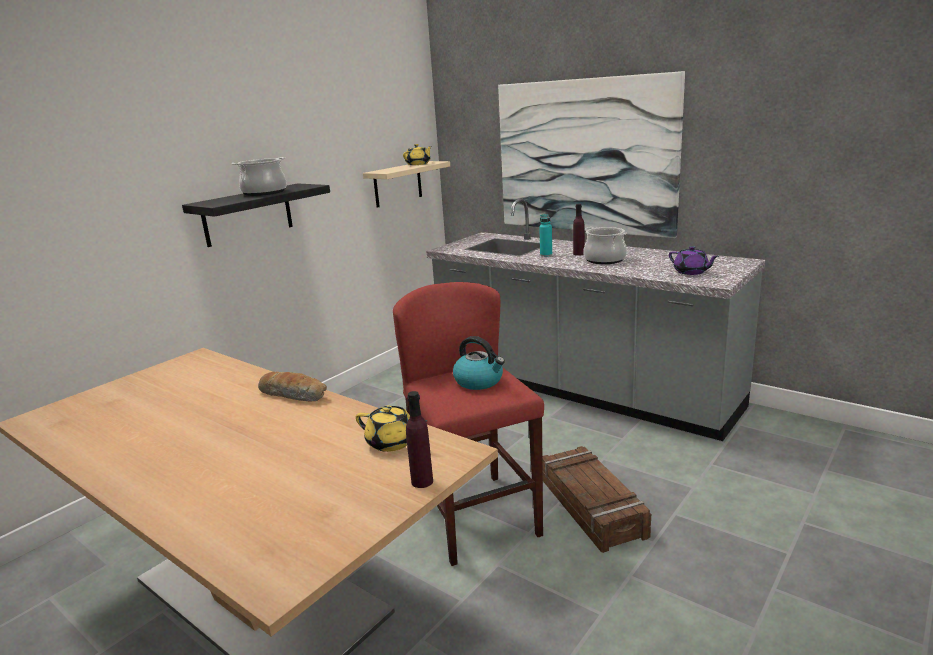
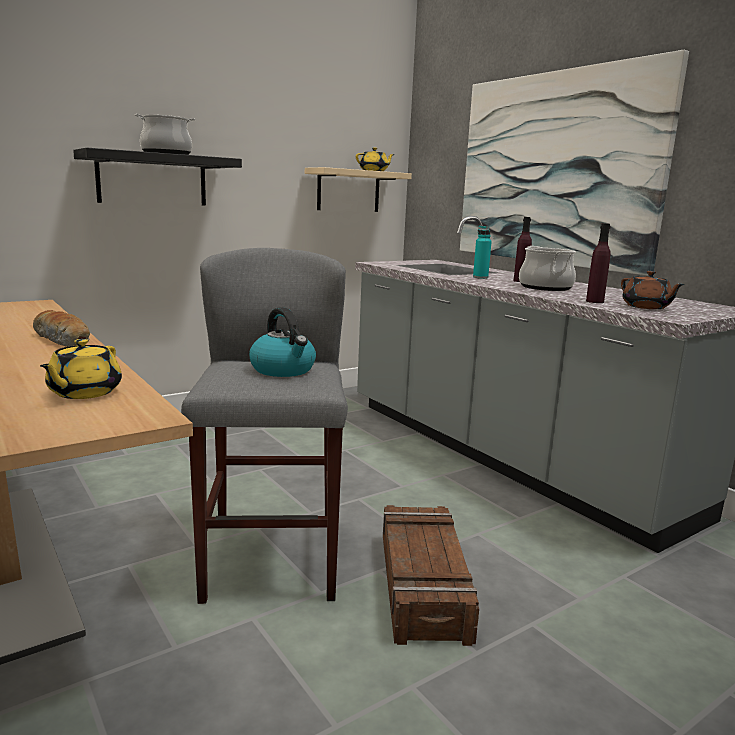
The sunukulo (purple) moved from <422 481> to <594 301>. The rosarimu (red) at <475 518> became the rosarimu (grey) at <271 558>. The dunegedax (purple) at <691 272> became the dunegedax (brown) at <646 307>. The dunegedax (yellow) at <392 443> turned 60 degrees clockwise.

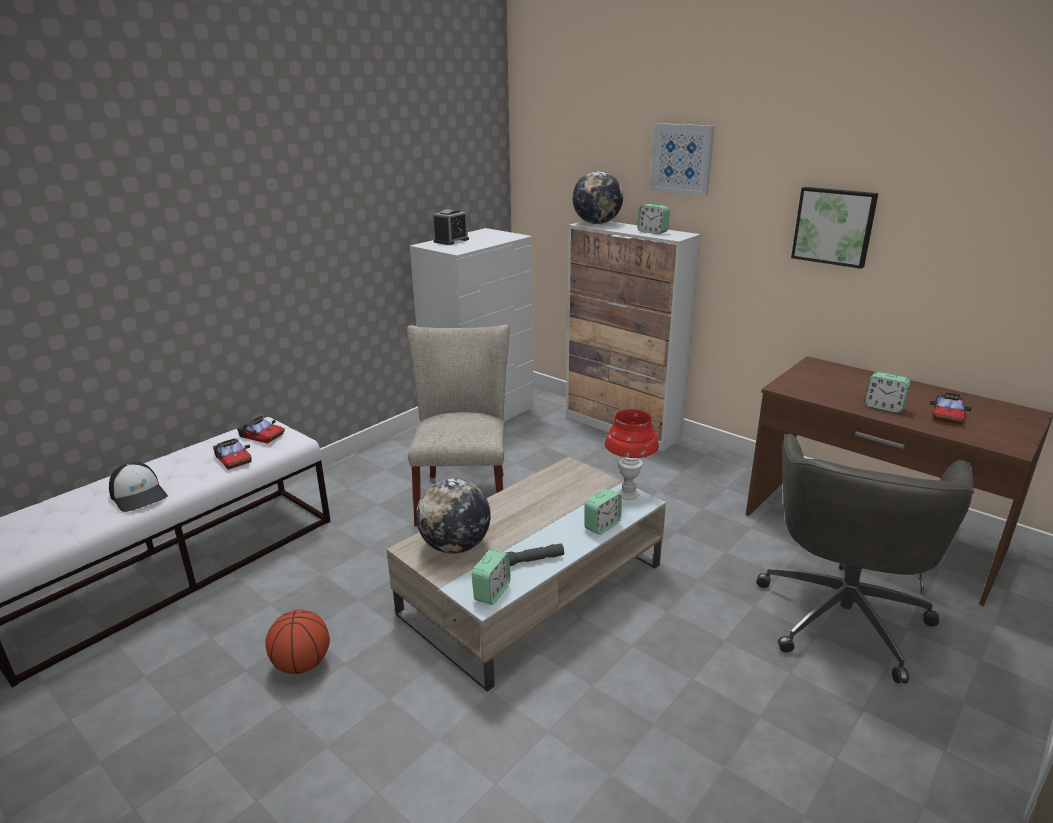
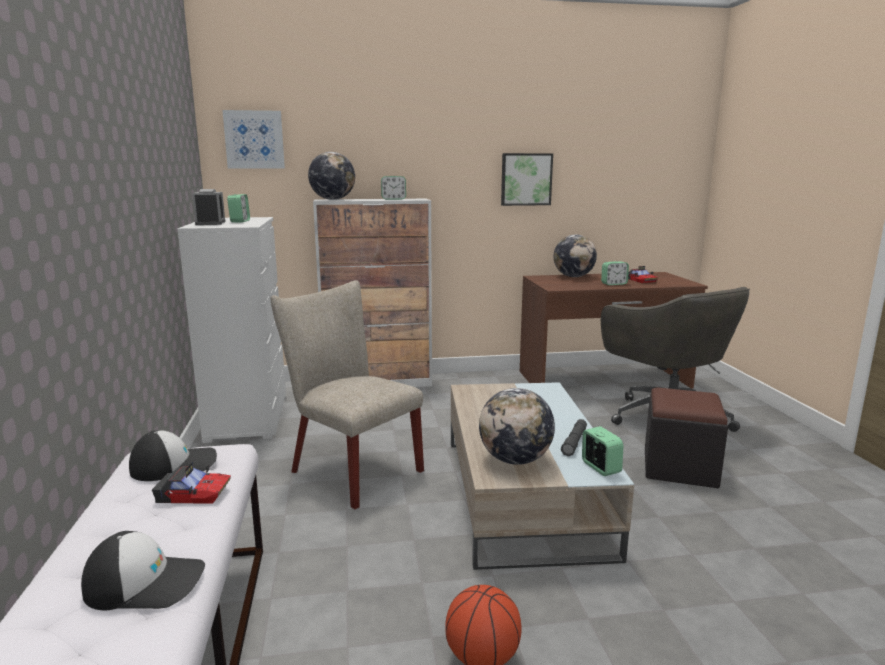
The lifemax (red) at <628 494> disappeared. The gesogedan at <573 277> appeared. The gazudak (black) at <679 467> appeared. The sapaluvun moved from <602 526> to <240 221>. The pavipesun moved from <682 158> to <254 139>. The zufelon at <262 435> was replaced by the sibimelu at <175 464>.

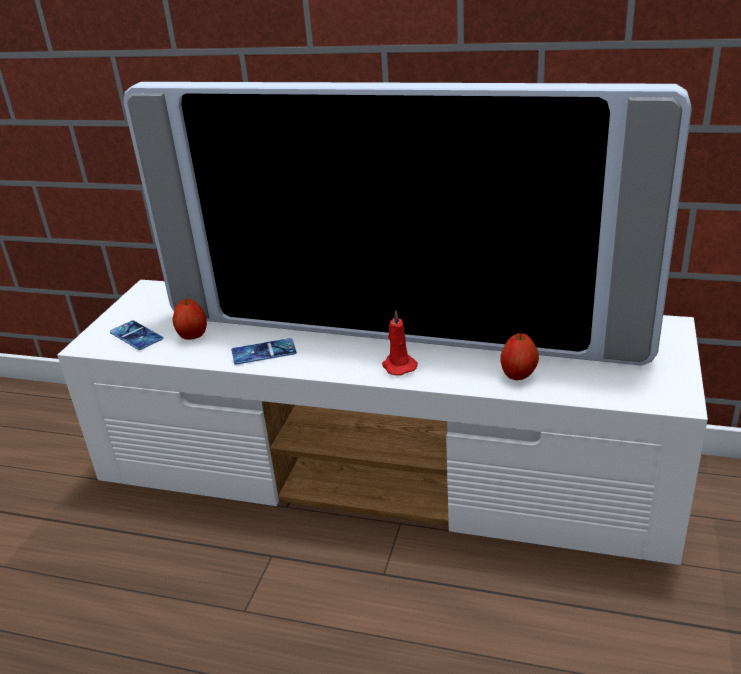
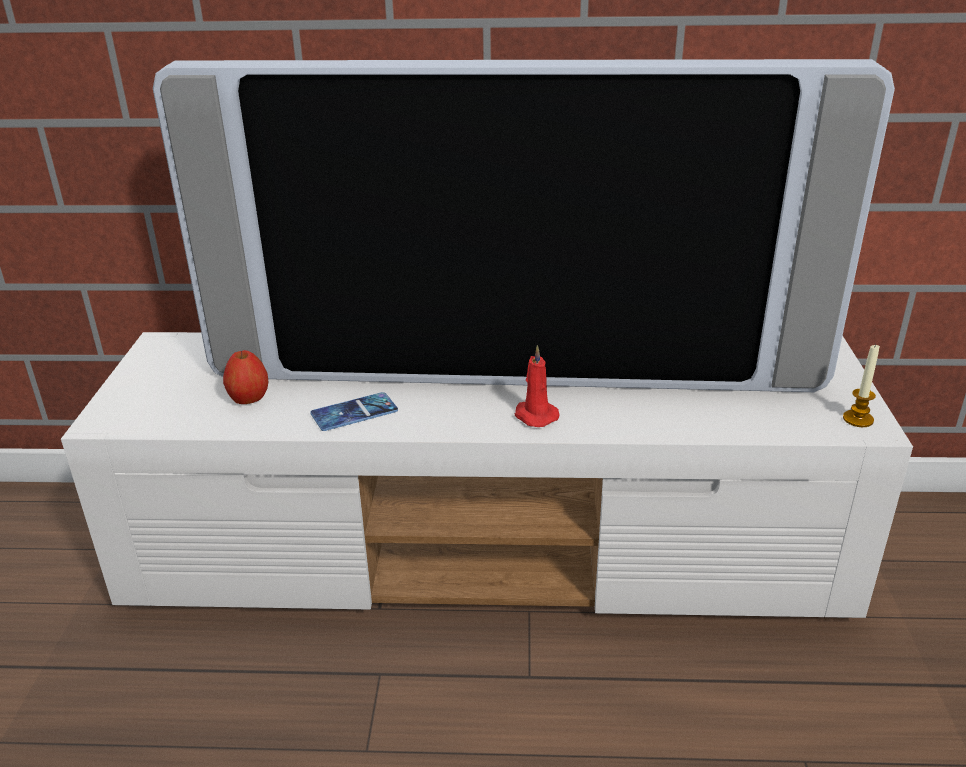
The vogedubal at <136 336> disappeared. The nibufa at <518 375> disappeared. The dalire at <858 419> appeared.

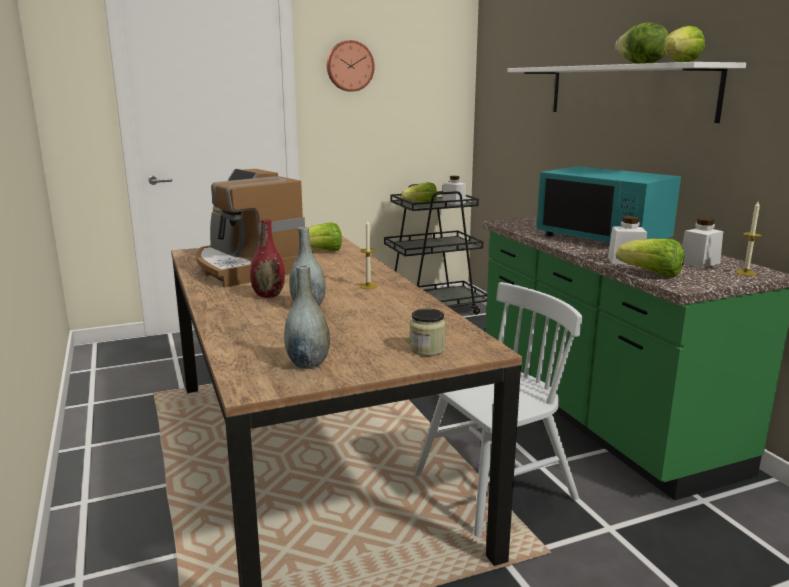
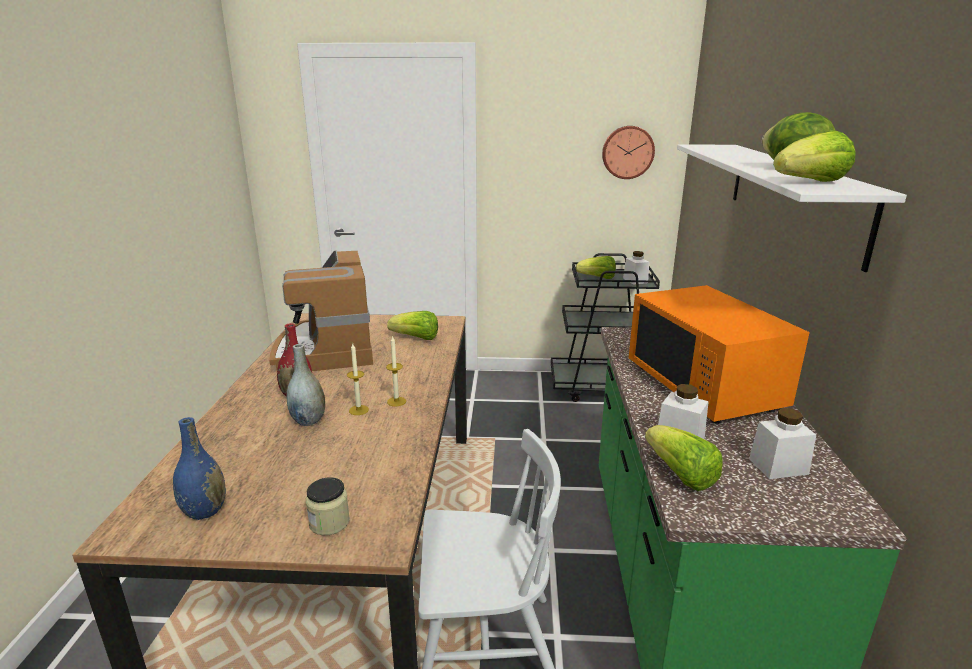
The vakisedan moved from <349 66> to <627 152>. The dalire moved from <746 273> to <358 410>. The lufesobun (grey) at <308 364> became the lufesobun (blue) at <205 511>. The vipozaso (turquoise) at <603 238> became the vipozaso (orange) at <704 387>.

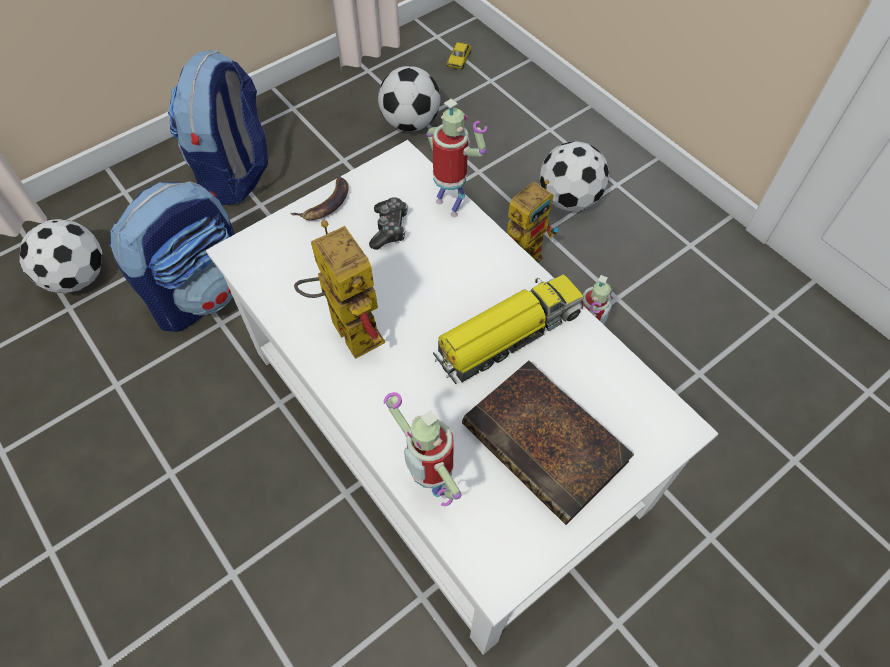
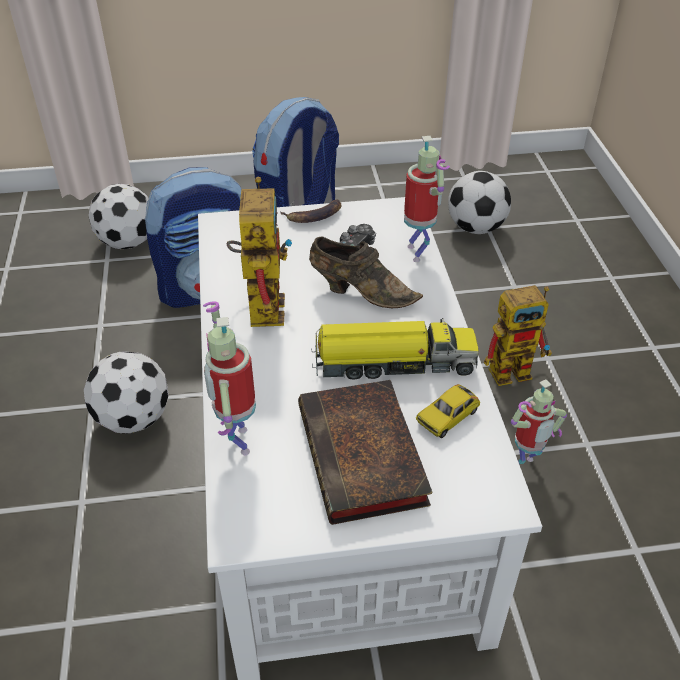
The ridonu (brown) at <360 292> appeared. The zufelon moved from <458 60> to <447 416>. The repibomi moved from <570 199> to <134 418>.

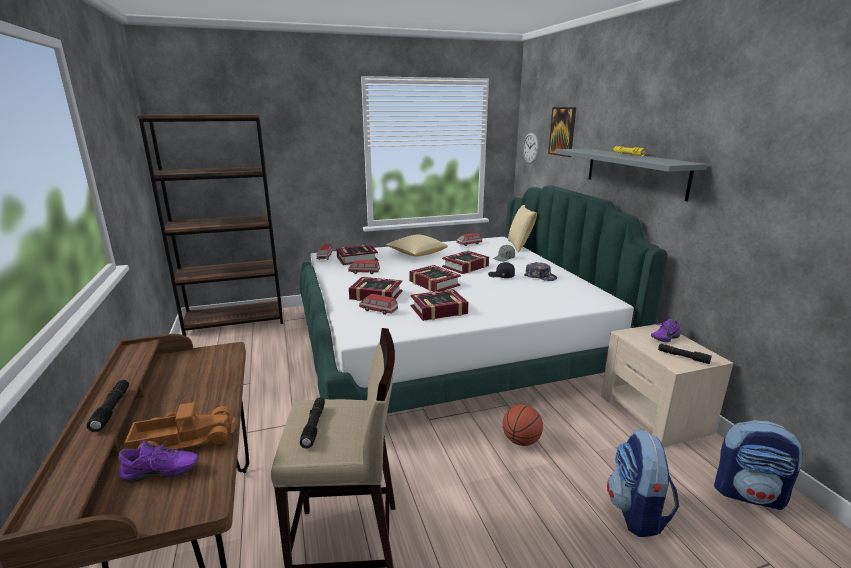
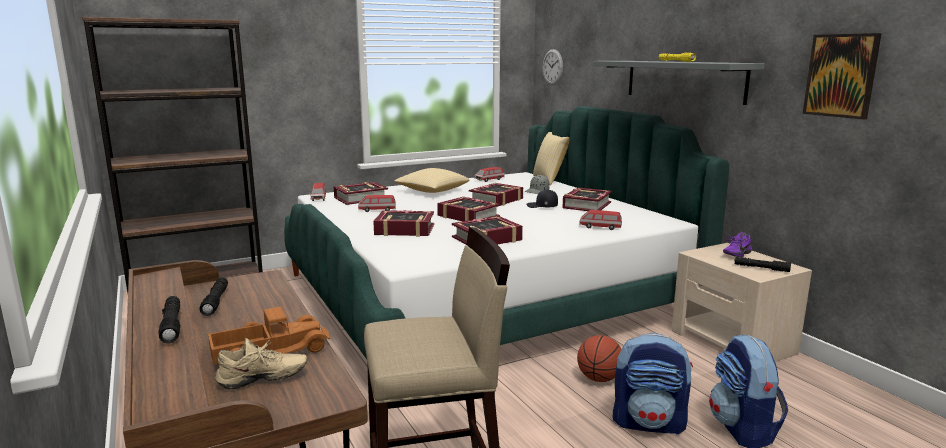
The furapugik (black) moved from <314 426> to <216 301>. The zufelon moved from <378 310> to <600 227>. The pavipesun moved from <562 131> to <841 75>. The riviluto moved from <749 494> to <649 423>. The sibimelu at <540 277> was replaced by the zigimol at <586 205>. The ridonu (purple) at <160 475> became the ridonu (beige) at <263 381>.

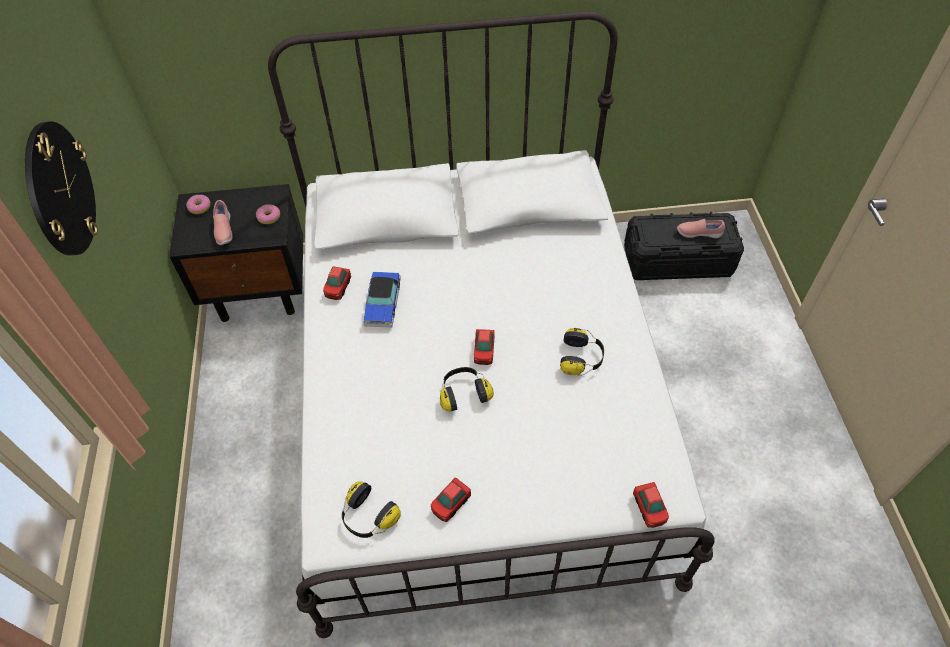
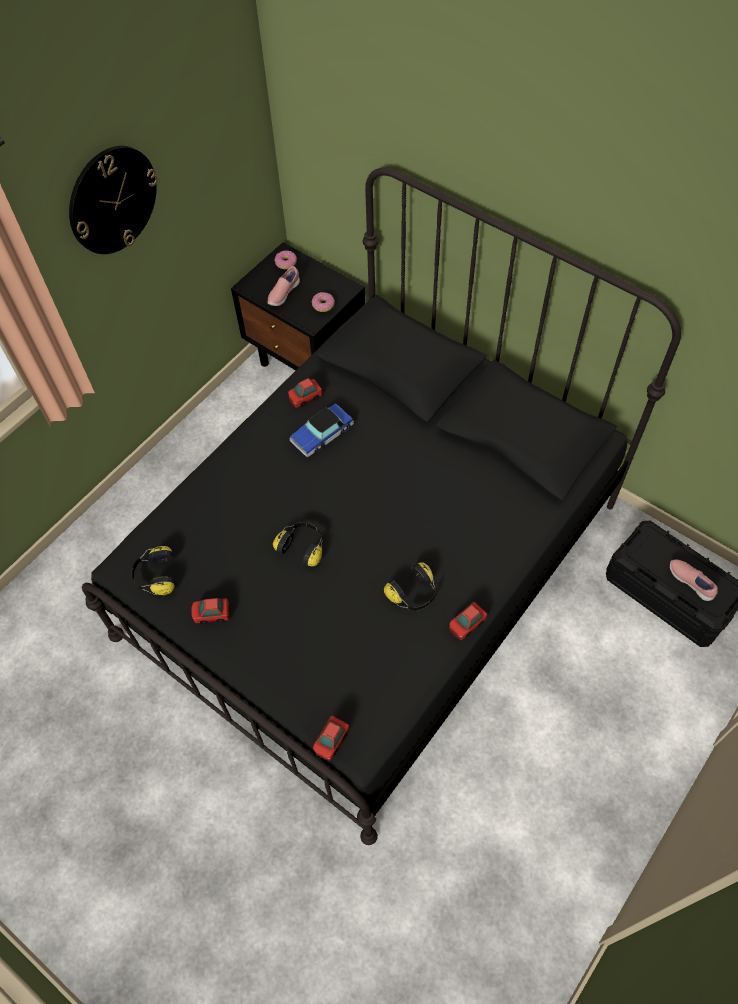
The zufelon moved from <484 351> to <467 624>. The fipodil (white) at <477 399> became the fipodil (black) at <372 568>.

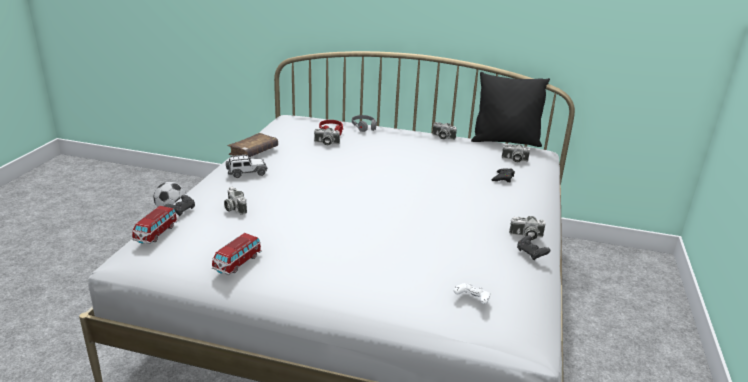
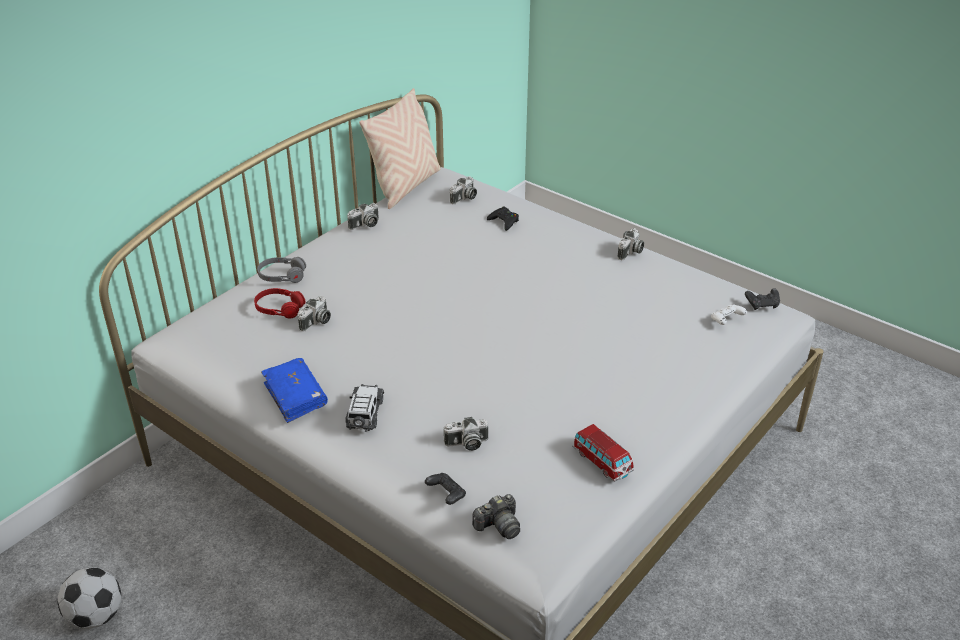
The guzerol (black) moved from <531 254> to <762 305>. The zufelon at <156 233> was replaced by the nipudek at <498 526>. The zigimol (brown) at <253 152> became the zigimol (blue) at <295 396>. The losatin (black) at <505 141> became the losatin (beige) at <405 186>.

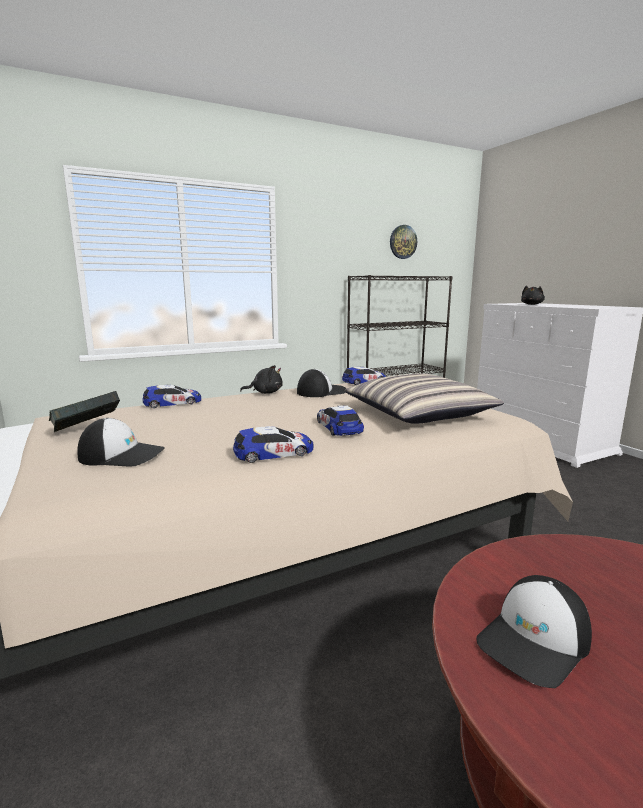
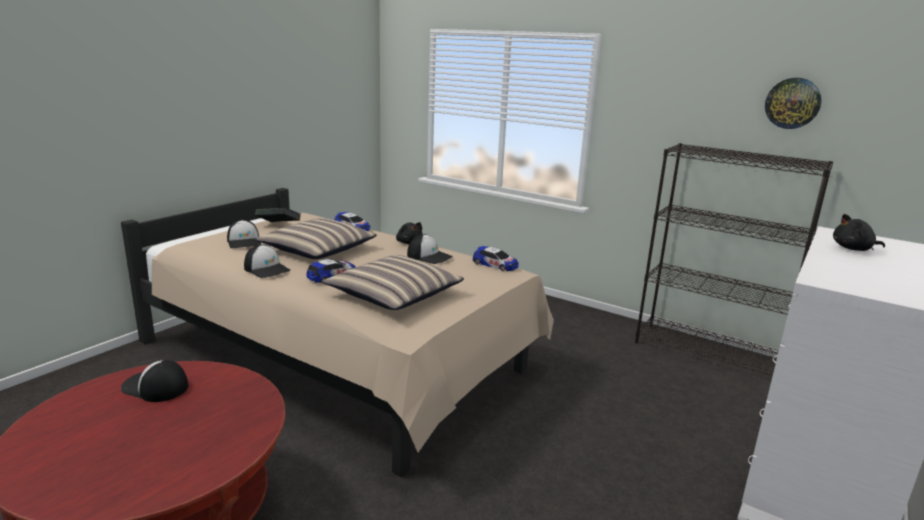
The losatin at <318 250> appeared. The zufelon at <274 453> was replaced by the sibimelu at <267 269>.

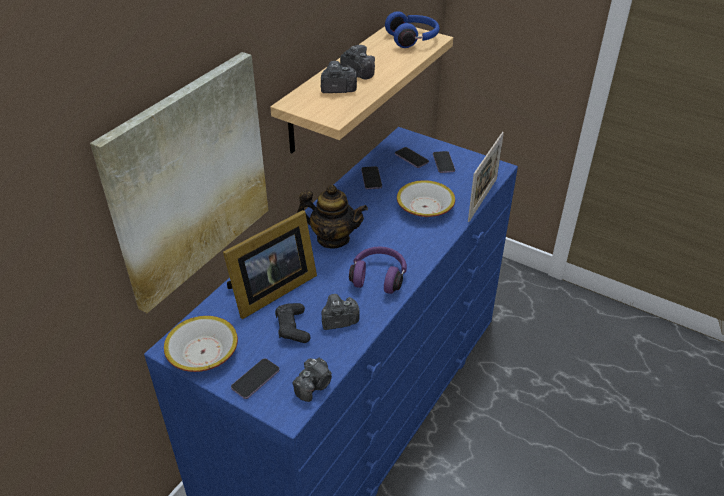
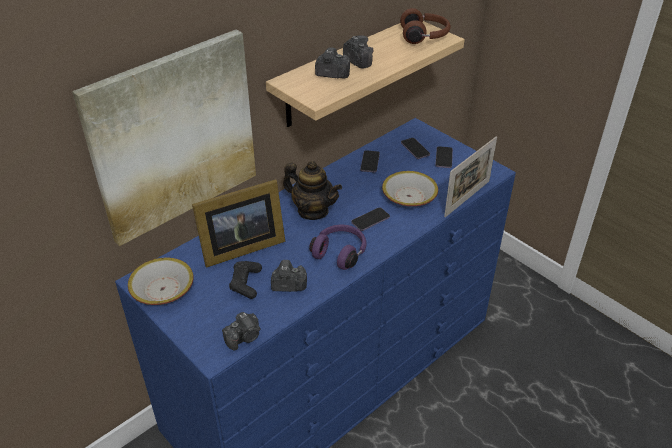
The vogedubal moved from <255 379> to <370 220>. The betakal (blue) at <413 39> became the betakal (brown) at <424 36>.

